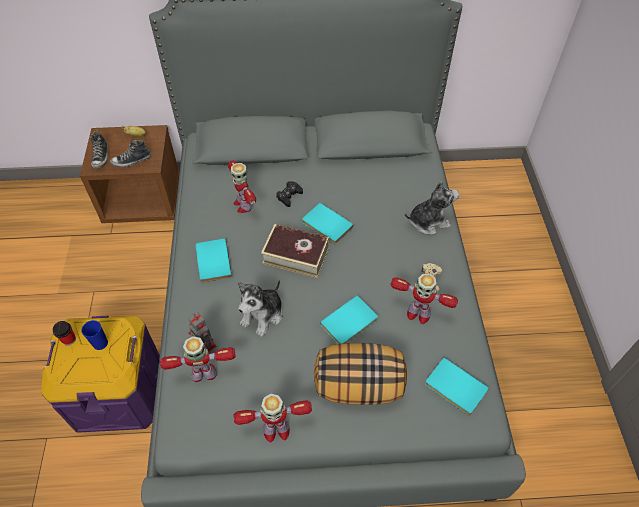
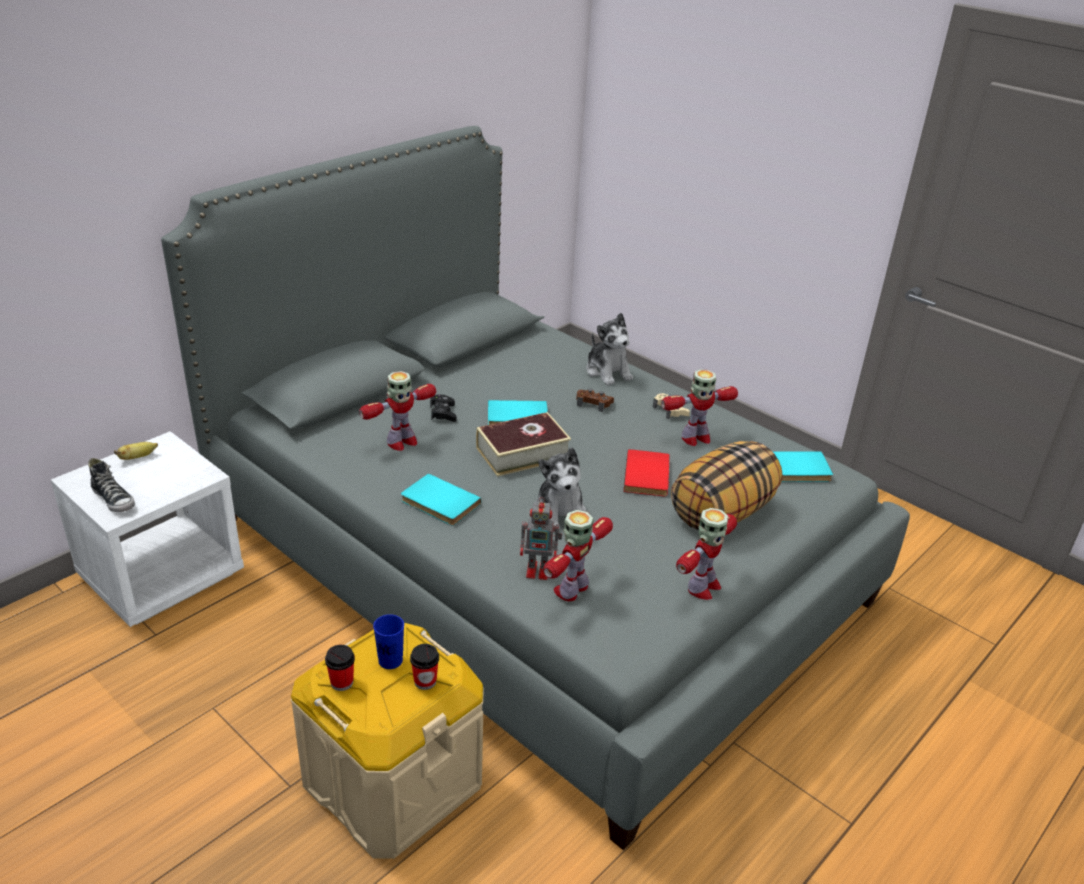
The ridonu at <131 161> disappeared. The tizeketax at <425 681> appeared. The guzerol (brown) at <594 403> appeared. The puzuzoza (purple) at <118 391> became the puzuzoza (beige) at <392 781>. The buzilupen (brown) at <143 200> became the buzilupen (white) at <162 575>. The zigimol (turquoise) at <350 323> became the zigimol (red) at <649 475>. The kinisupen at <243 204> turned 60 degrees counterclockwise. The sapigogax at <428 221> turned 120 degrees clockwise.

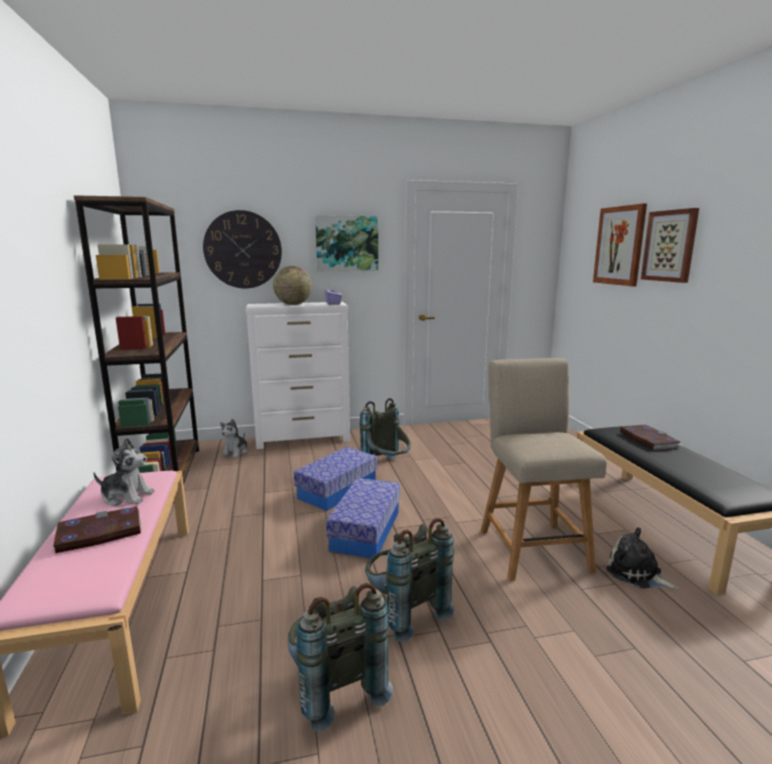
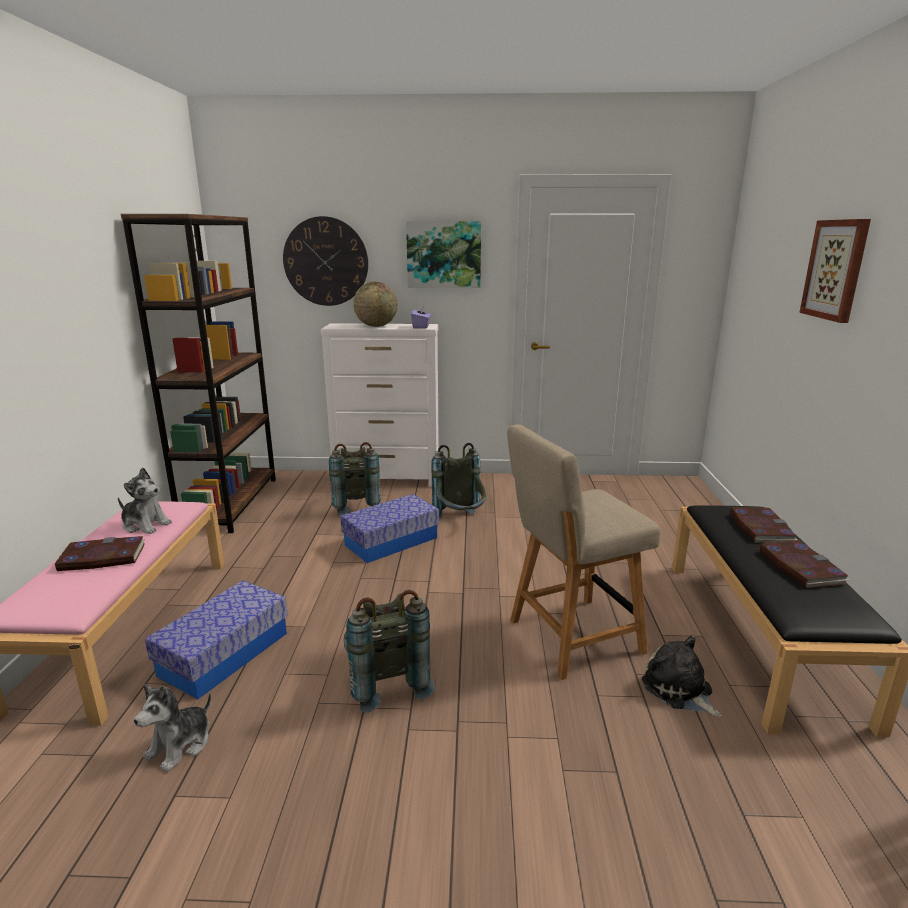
The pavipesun at <619 246> disappeared. The zigimol at <799 567> appeared. The sapigogax moved from <236 452> to <180 745>. The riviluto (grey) moved from <334 686> to <356 506>. The puzuzoza moved from <366 530> to <224 654>. The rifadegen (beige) at <531 547> turned 120 degrees counterclockwise.

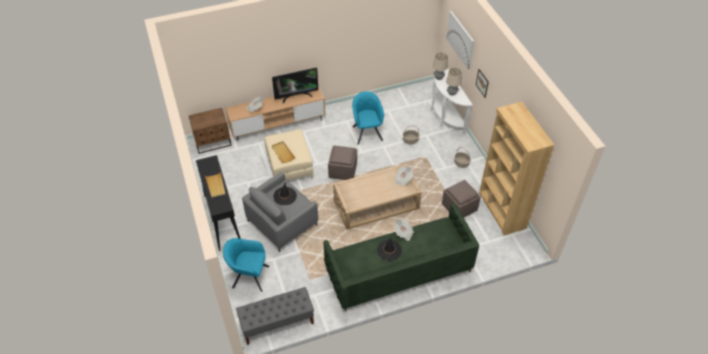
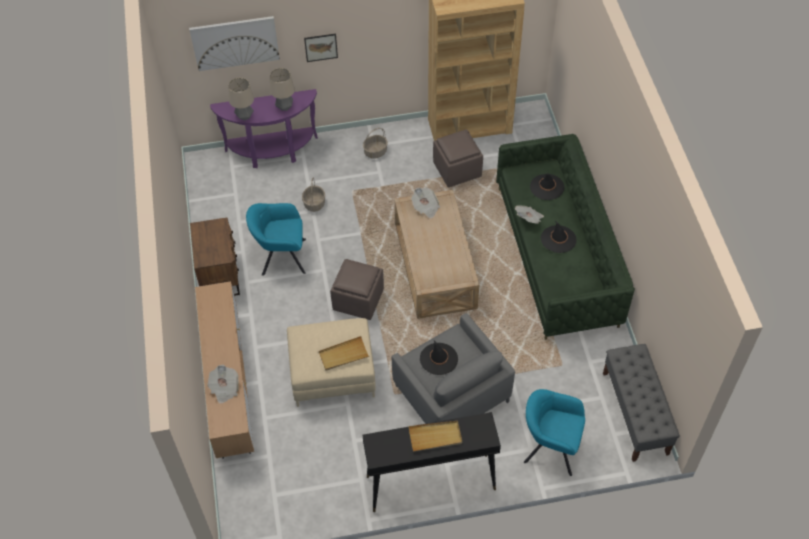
The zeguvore at <296 96> disappeared. The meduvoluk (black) at <546 187> appeared. The buzilupen (brown) moved from <213 142> to <220 275>. The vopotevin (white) at <445 115> became the vopotevin (purple) at <272 152>. The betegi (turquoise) at <249 276> turned 90 degrees clockwise.

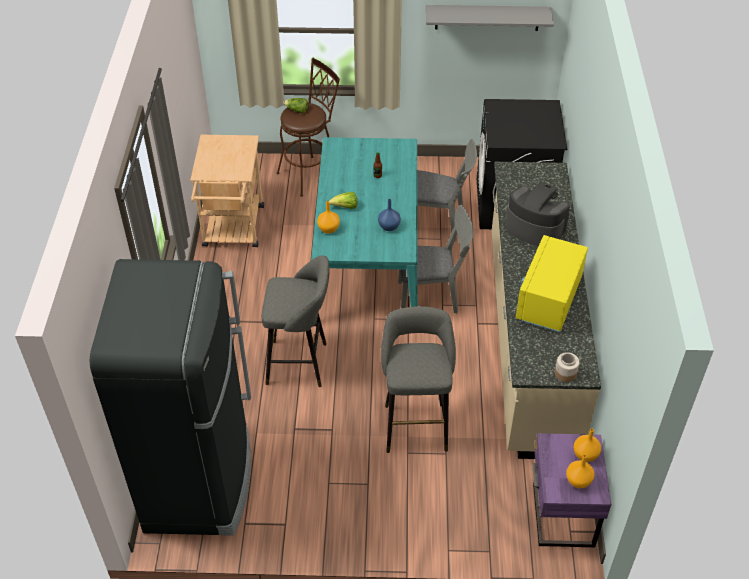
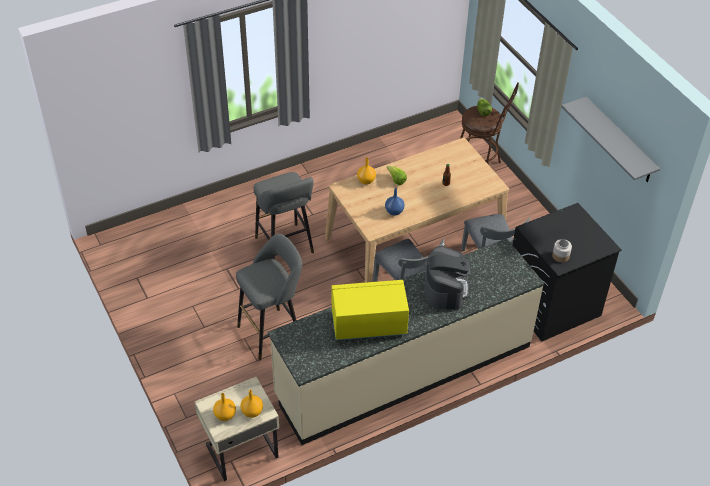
The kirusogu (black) at <200 481> disappeared. The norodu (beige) at <233 231> disappeared. The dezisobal moved from <565 374> to <560 256>. The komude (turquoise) at <367 259> became the komude (beige) at <414 240>. The buzilupen (purple) at <560 516> became the buzilupen (beige) at <240 450>.

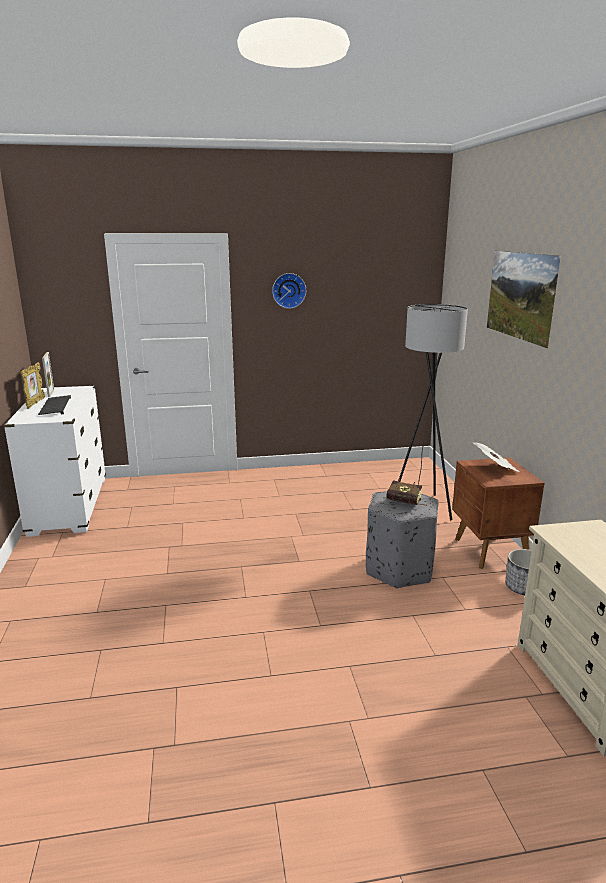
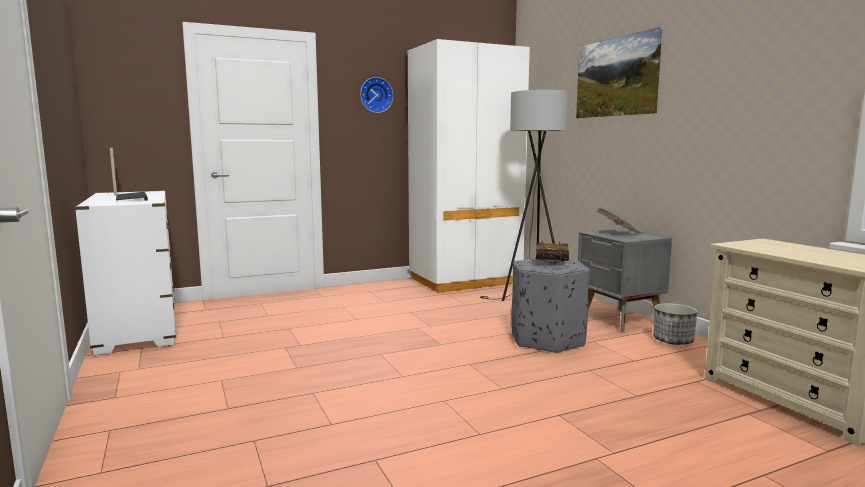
The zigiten at <35 403> disappeared. The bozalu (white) at <465 281> appeared. The buzilupen (brown) at <490 551> became the buzilupen (grey) at <620 320>.

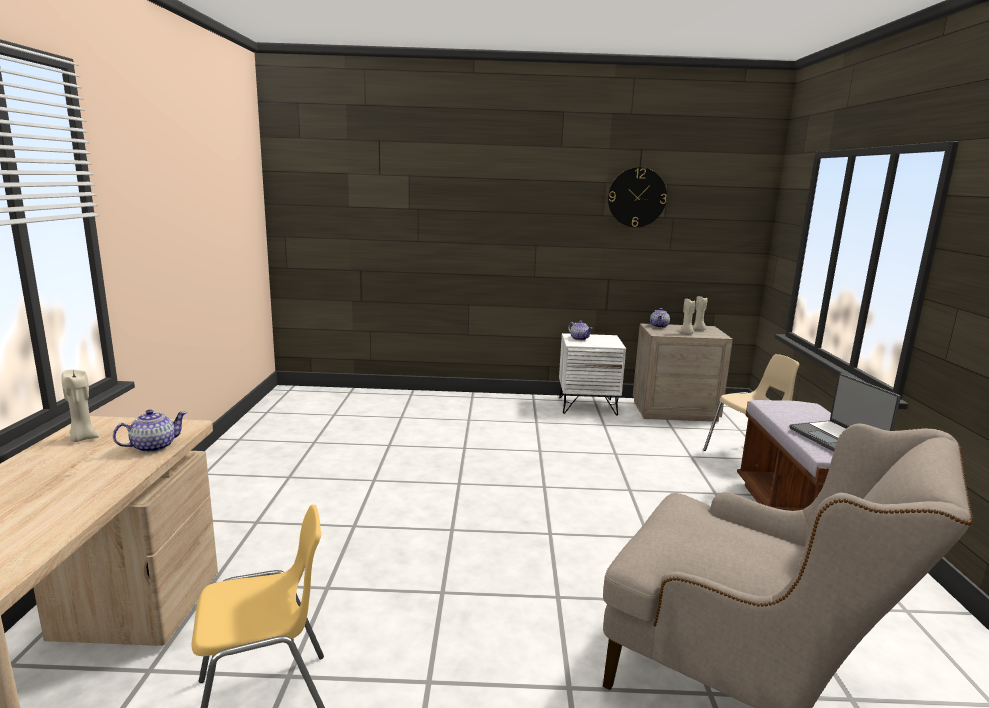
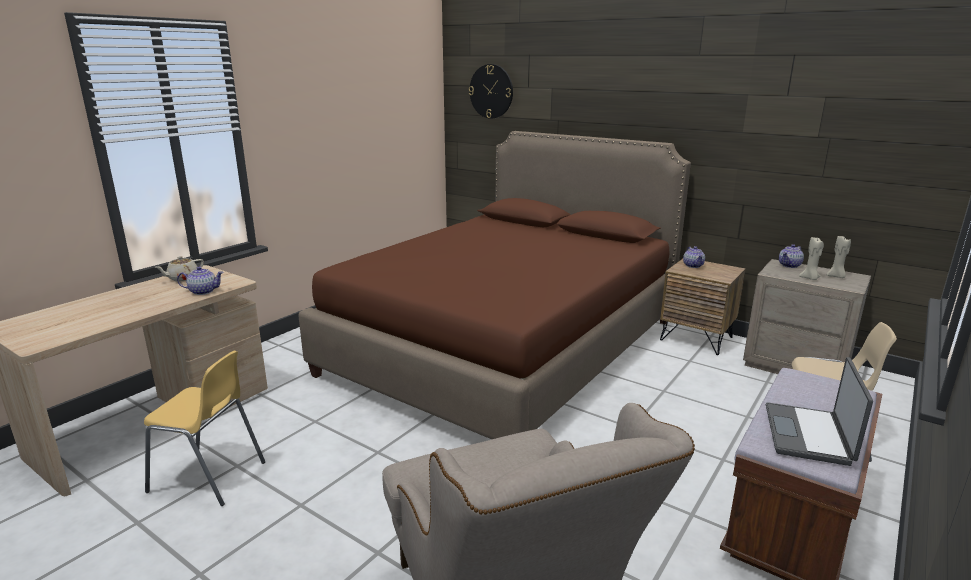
The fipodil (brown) at <506 346> appeared. The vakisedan moved from <636 197> to <491 91>. The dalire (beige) at <83 438> was replaced by the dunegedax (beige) at <183 278>. The buzilupen (white) at <587 406> became the buzilupen (brown) at <696 338>.

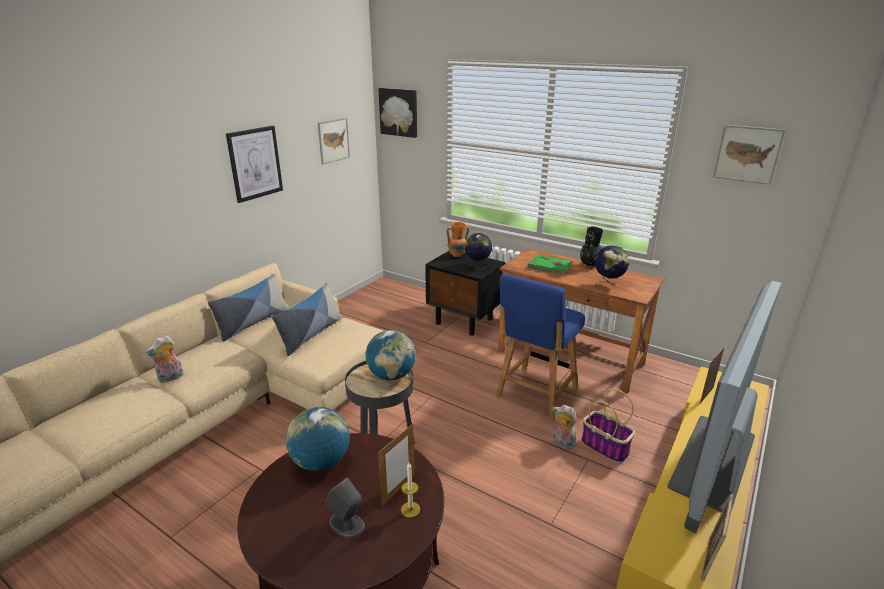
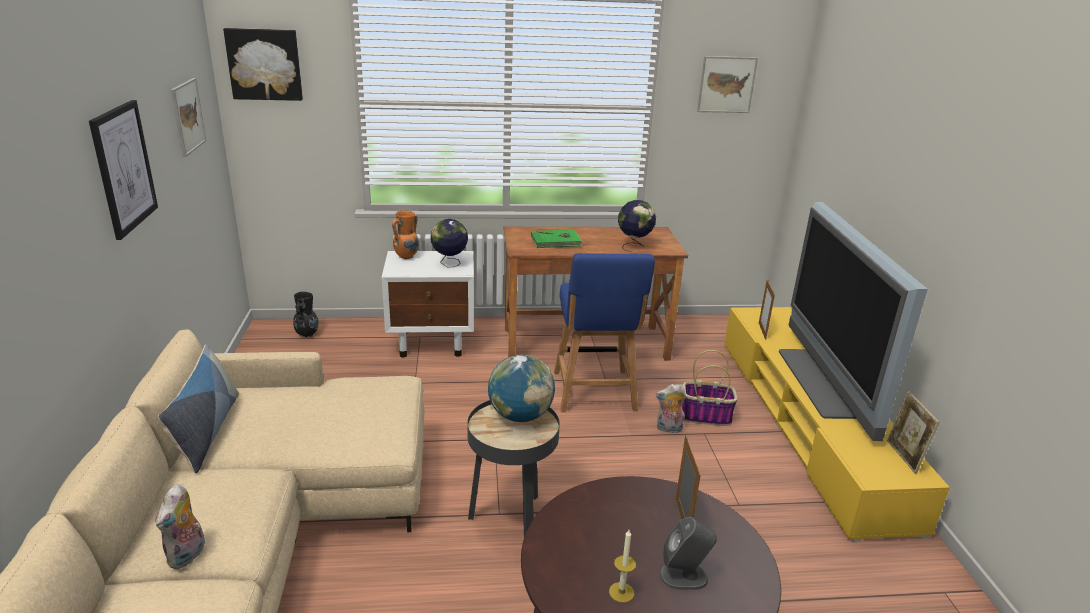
The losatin at <310 334> disappeared. The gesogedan at <321 462> disappeared. The dalire moved from <410 509> to <621 592>. The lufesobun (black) moved from <590 265> to <307 334>. The buzilupen (black) at <465 321> became the buzilupen (white) at <433 342>.

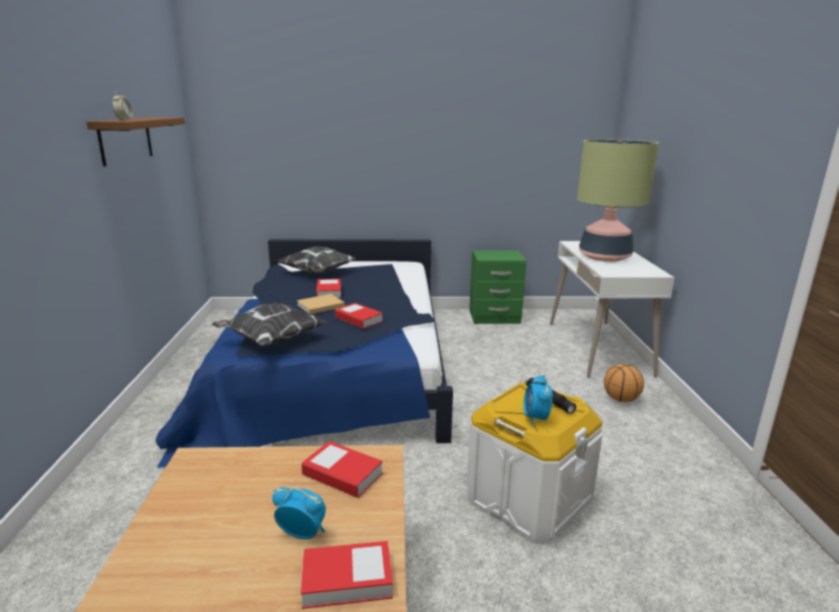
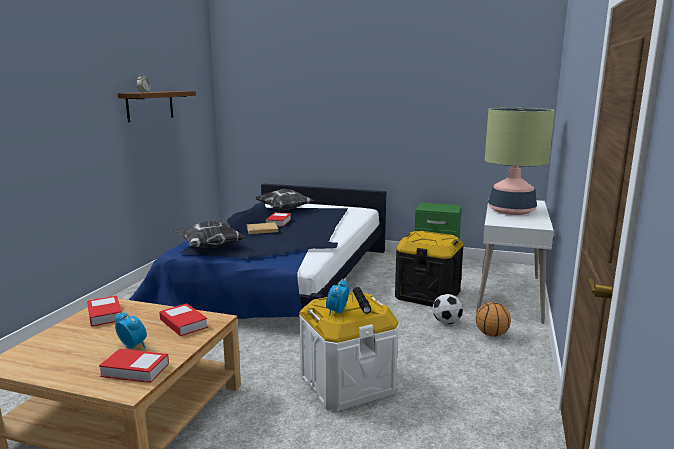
The puzuzoza (black) at <427 295> appeared. The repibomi at <446 322> appeared. The zigimol moved from <358 319> to <105 314>.

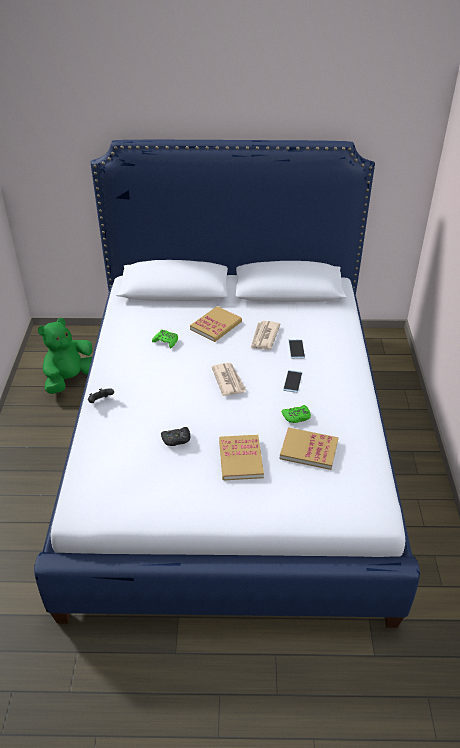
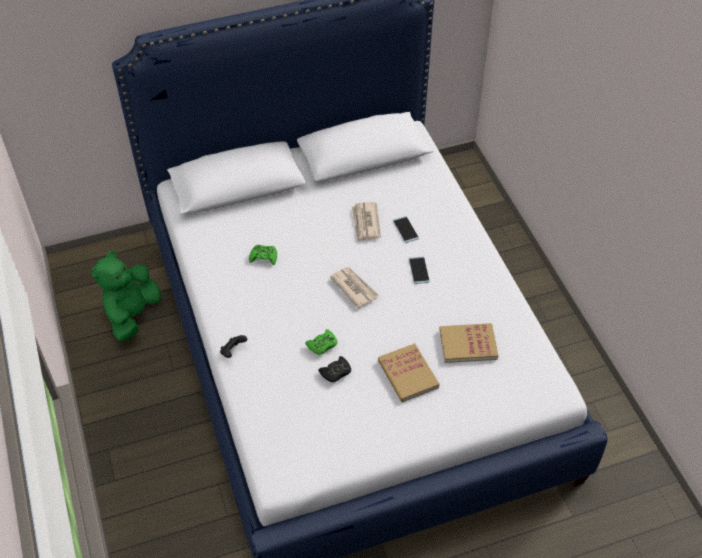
The zigimol at <216 326> disappeared. The guzerol (green) moved from <296 417> to <322 345>.

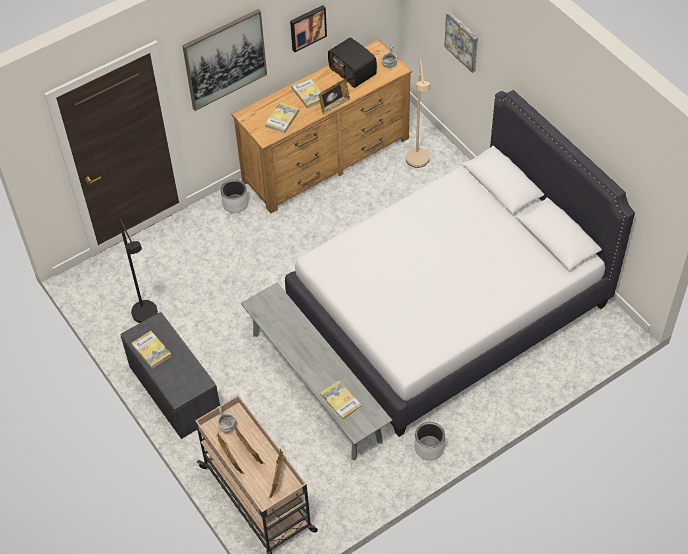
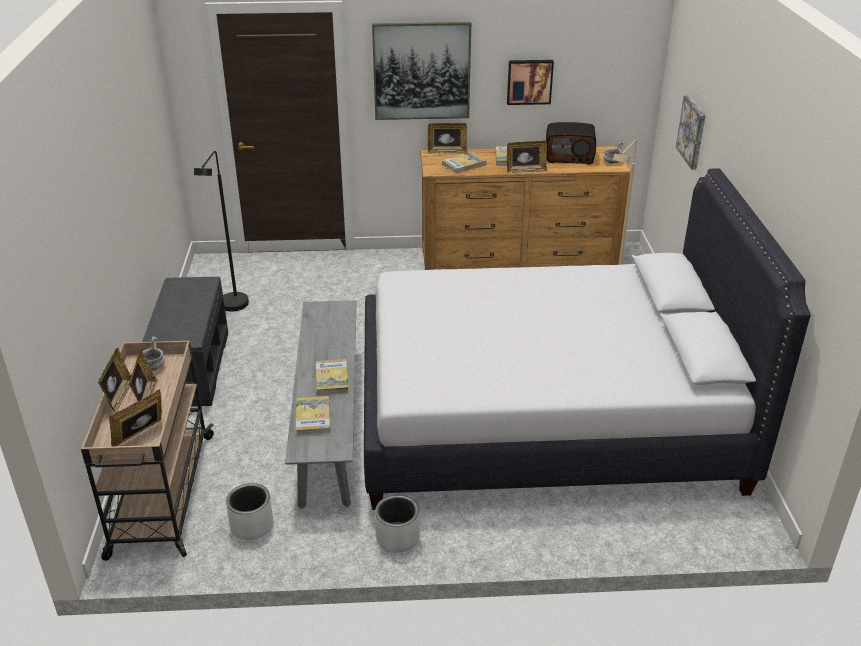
The zigiten at <447 151> appeared. The zigimol moved from <151 351> to <332 379>. The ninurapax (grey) moved from <235 204> to <251 525>. The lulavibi at <353 71> turned 75 degrees counterclockwise.

